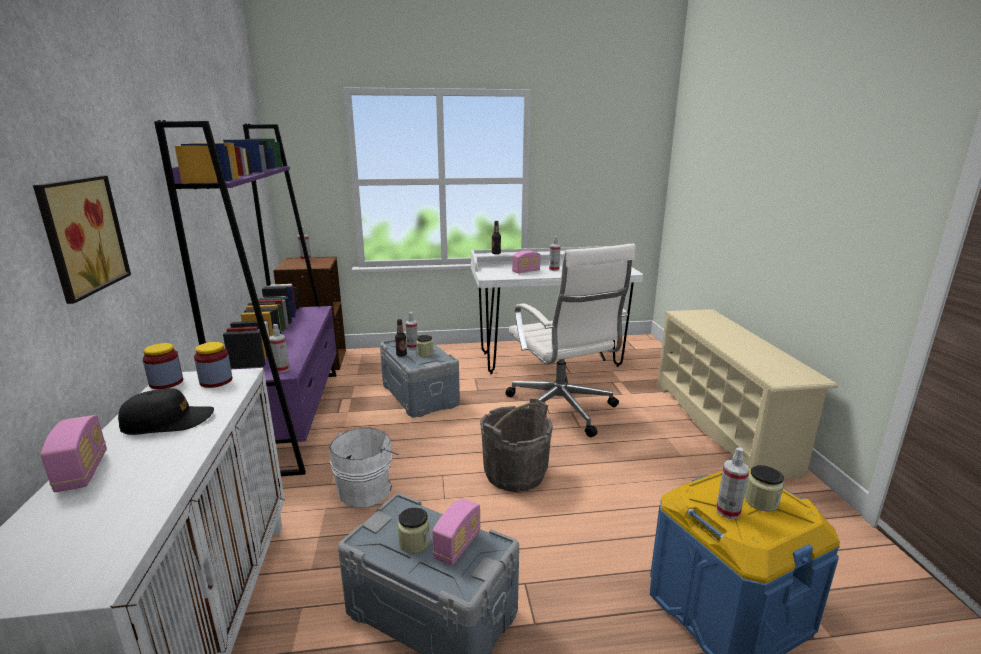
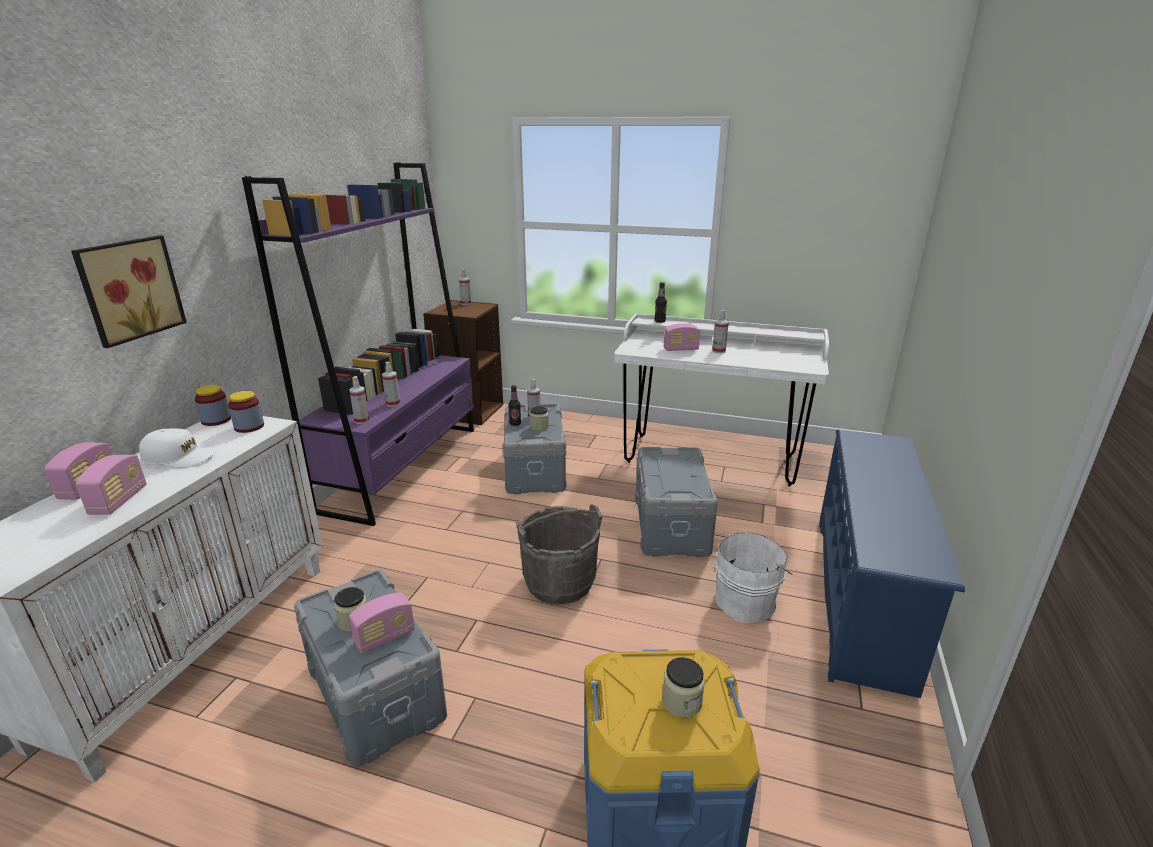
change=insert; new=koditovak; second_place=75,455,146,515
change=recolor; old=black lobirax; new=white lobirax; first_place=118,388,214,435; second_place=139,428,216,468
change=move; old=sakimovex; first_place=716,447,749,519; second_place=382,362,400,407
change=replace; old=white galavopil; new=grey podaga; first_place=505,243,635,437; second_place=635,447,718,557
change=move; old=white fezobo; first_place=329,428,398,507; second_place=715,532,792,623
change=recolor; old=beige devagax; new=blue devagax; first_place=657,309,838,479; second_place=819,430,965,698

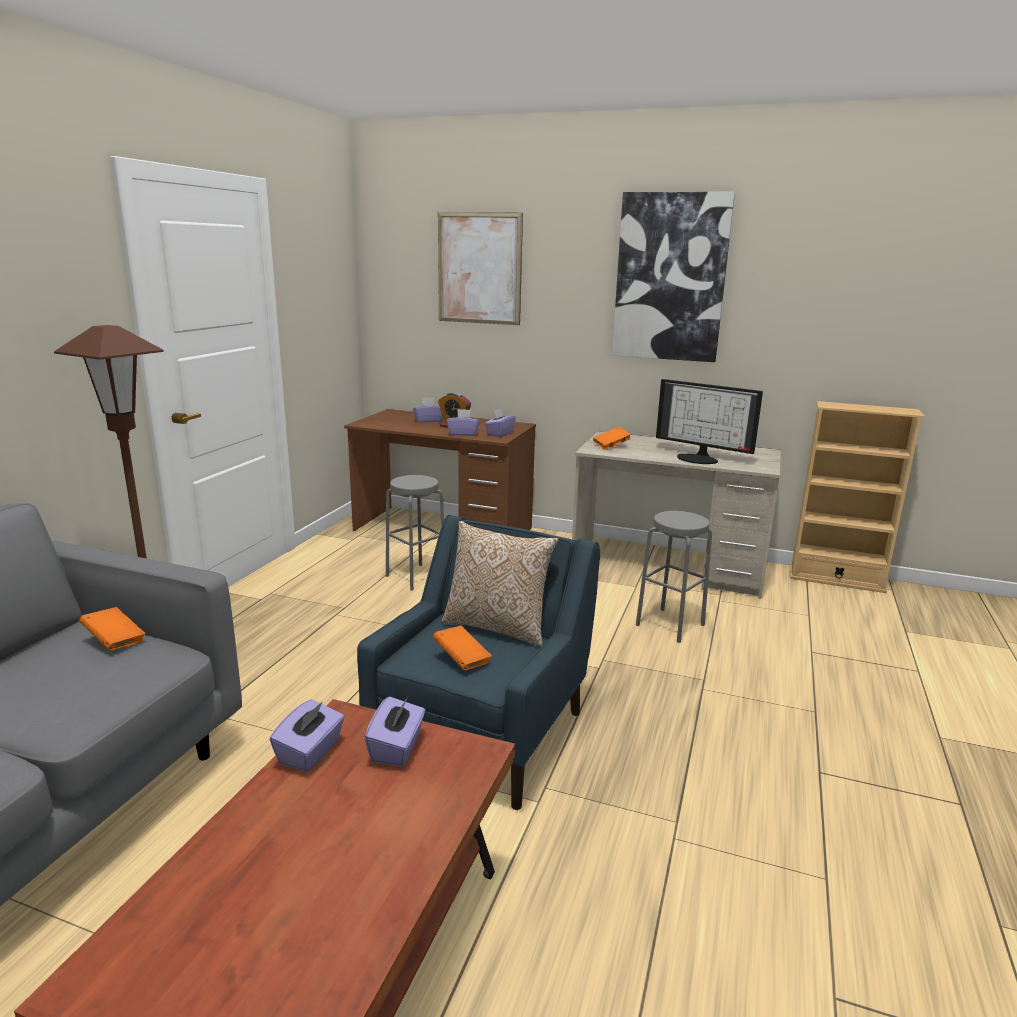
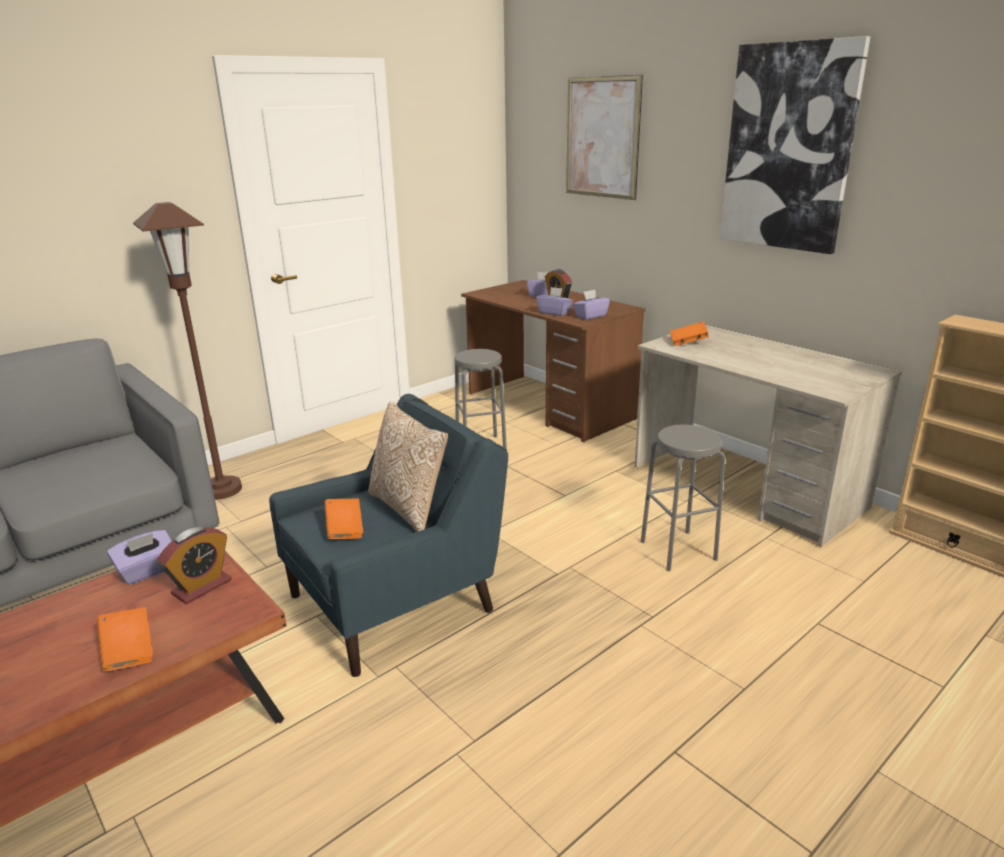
change=move; old=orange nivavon; first_place=79,607,145,650; second_place=97,607,153,671
change=replace; old=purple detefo; new=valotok; first_place=365,696,425,766; second_place=157,527,232,604
change=delete; old=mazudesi; first_place=656,379,763,464

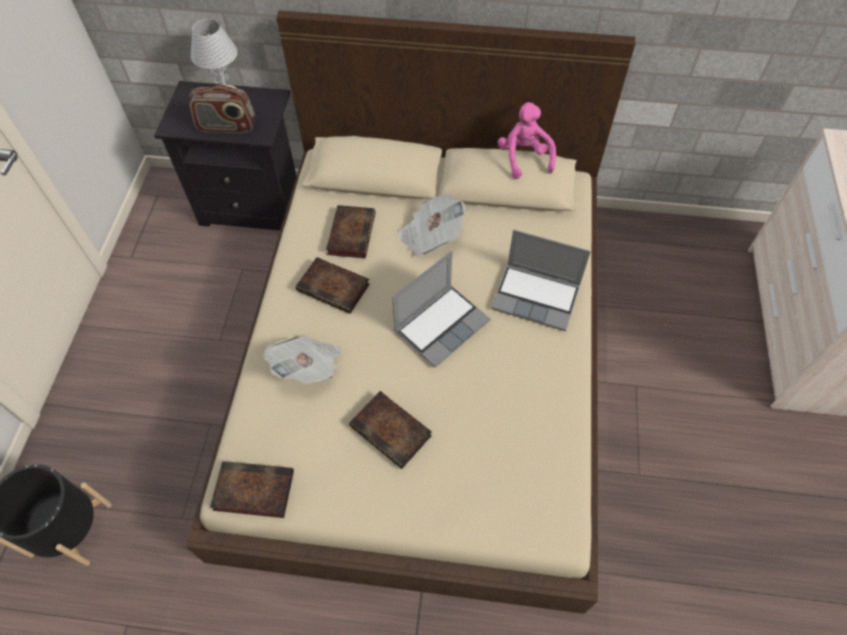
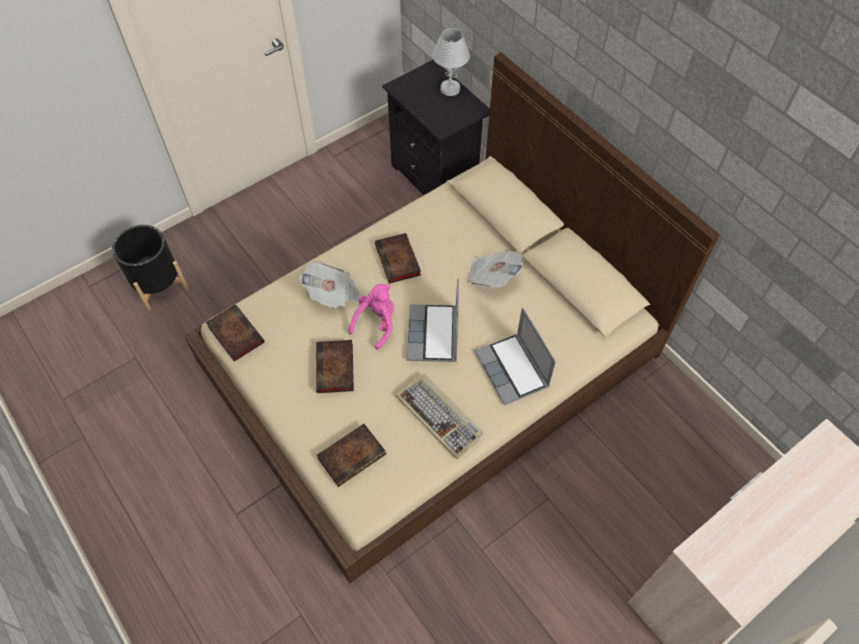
change=move; old=nivavon; first_place=326,205,376,258; second_place=317,424,386,487
change=move; old=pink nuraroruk; first_place=498,102,556,179; second_place=348,284,394,350
change=insert; new=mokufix; second_place=395,374,483,459
change=rotate; old=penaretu; first_place=392,251,491,367; second_place=407,279,459,362; degrees=90
change=delete; old=koditovak; first_place=189,85,255,133

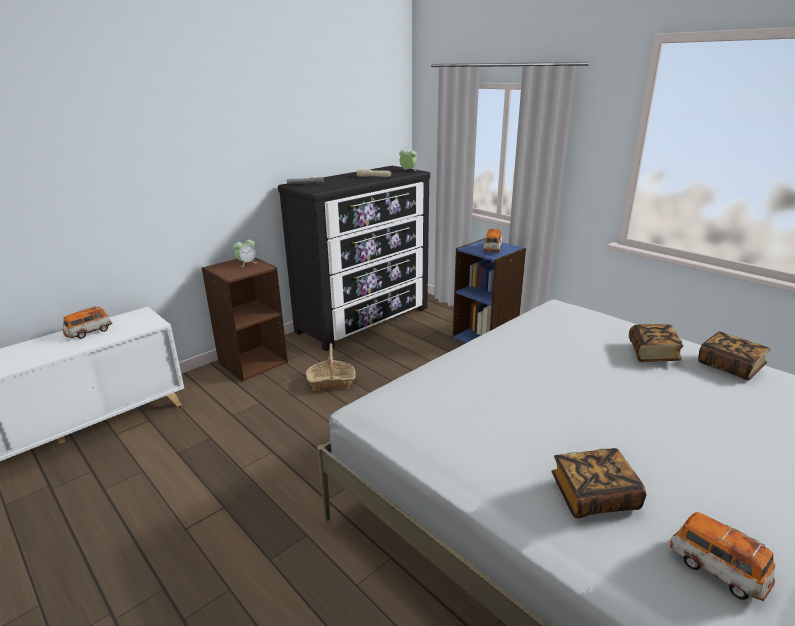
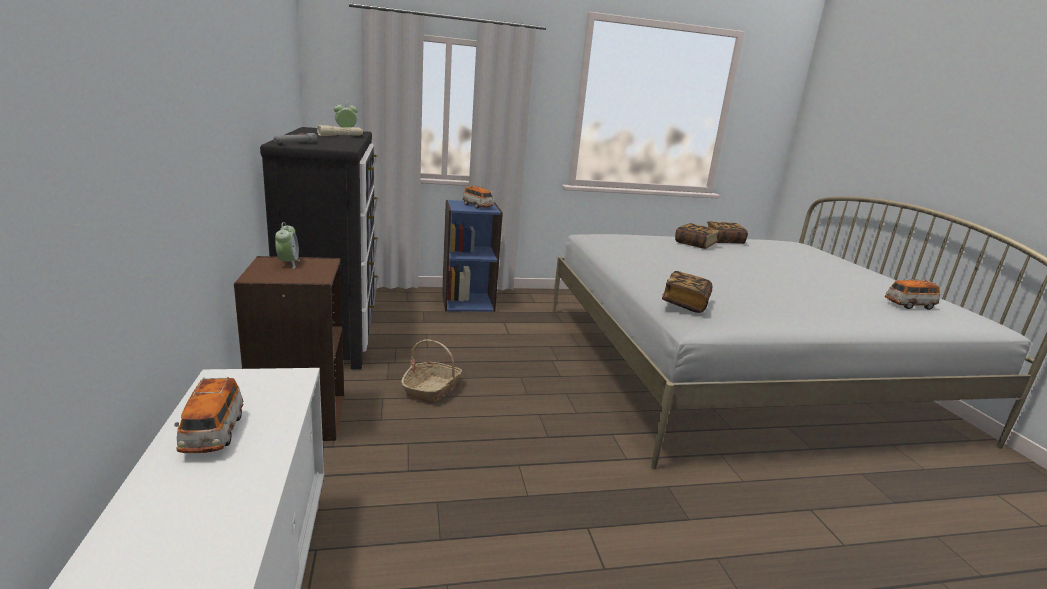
change=move; old=nivavon; first_place=552,448,646,518; second_place=662,271,712,313

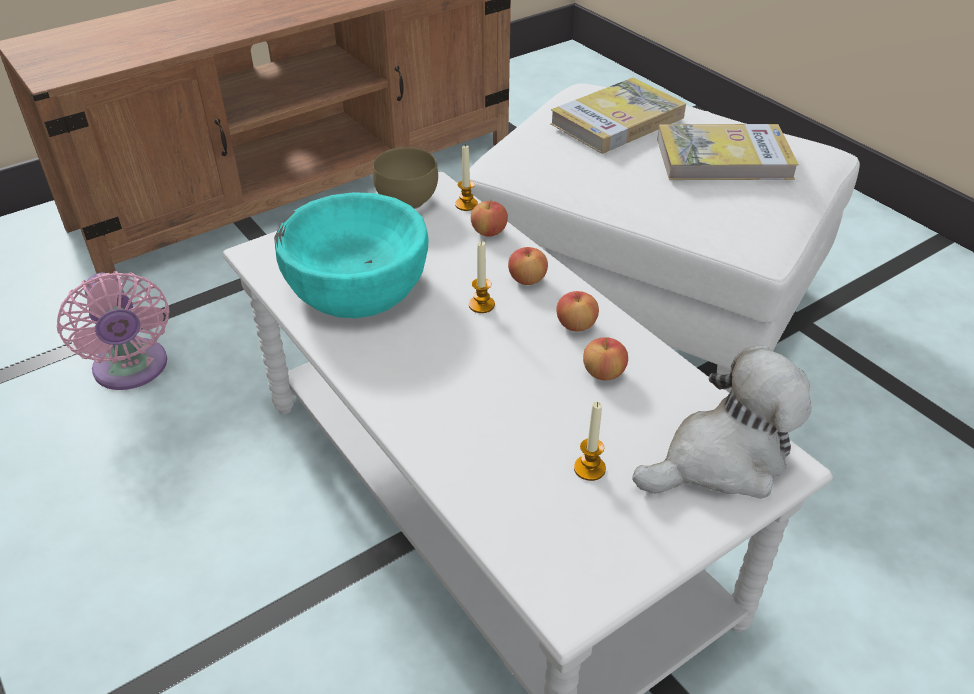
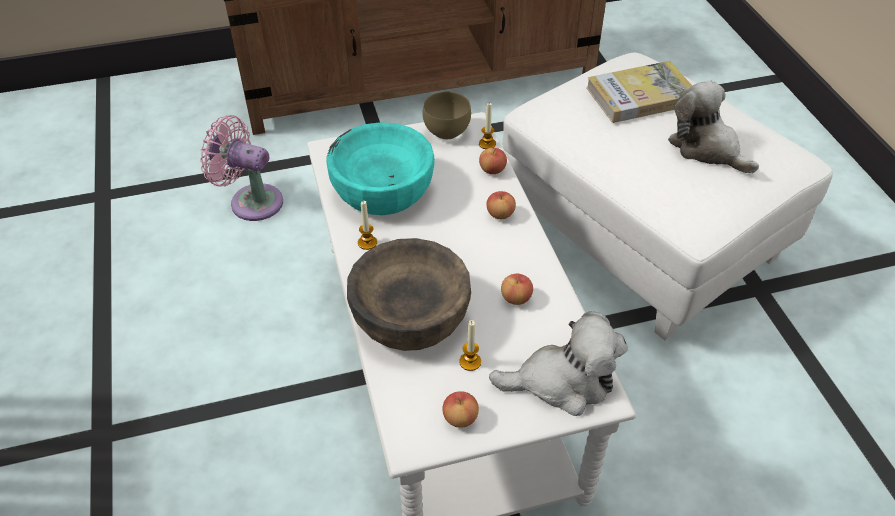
change=rotate; old=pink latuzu; first_place=57,271,169,390; second_place=200,115,283,221; degrees=120
change=insert; new=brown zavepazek; second_place=347,238,471,351
change=move; old=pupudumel; first_place=469,241,495,313; second_place=358,201,377,250
change=move; old=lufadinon; first_place=556,291,599,332; second_place=443,391,479,428
change=replace; old=nivavon; new=nuraroruk; first_place=657,124,799,180; second_place=668,80,759,173

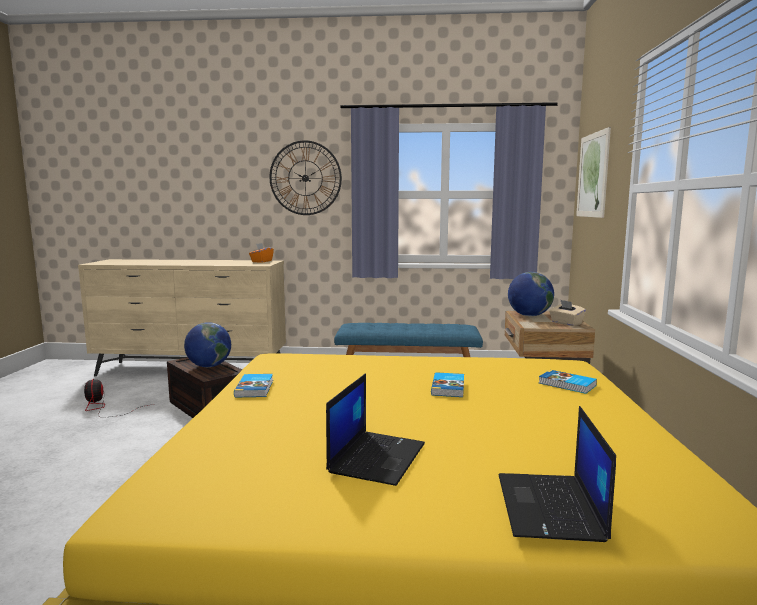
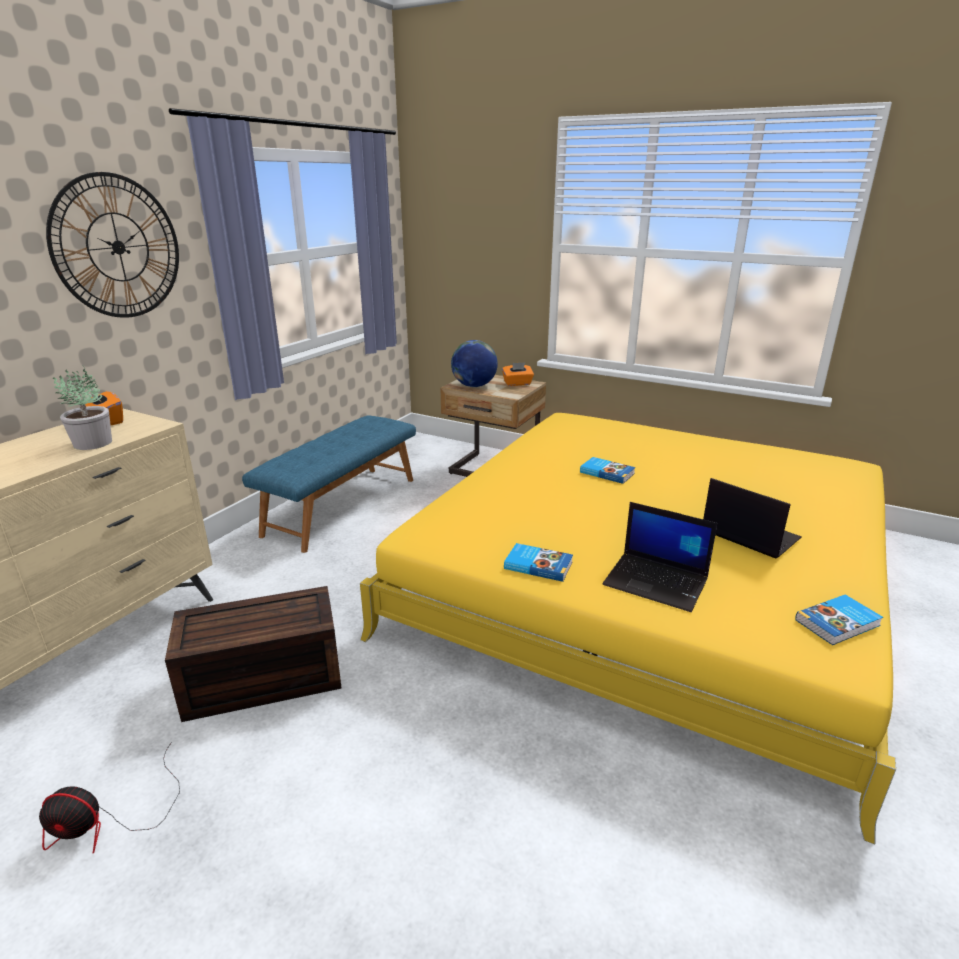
change=insert; new=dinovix; second_place=53,366,112,450
change=recolor; old=beige detefo; new=orange detefo; first_place=549,300,586,326; second_place=502,363,534,386
change=move; old=penaretu; first_place=499,406,616,542; second_place=602,502,717,612
change=move; old=nivavon; first_place=539,370,597,394; second_place=795,594,883,645
change=delete; old=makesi; first_place=184,322,231,367
change=delete; old=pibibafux; first_place=576,127,611,218

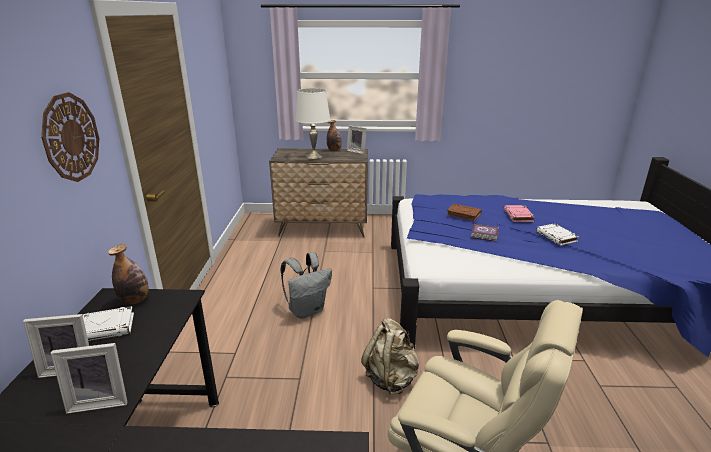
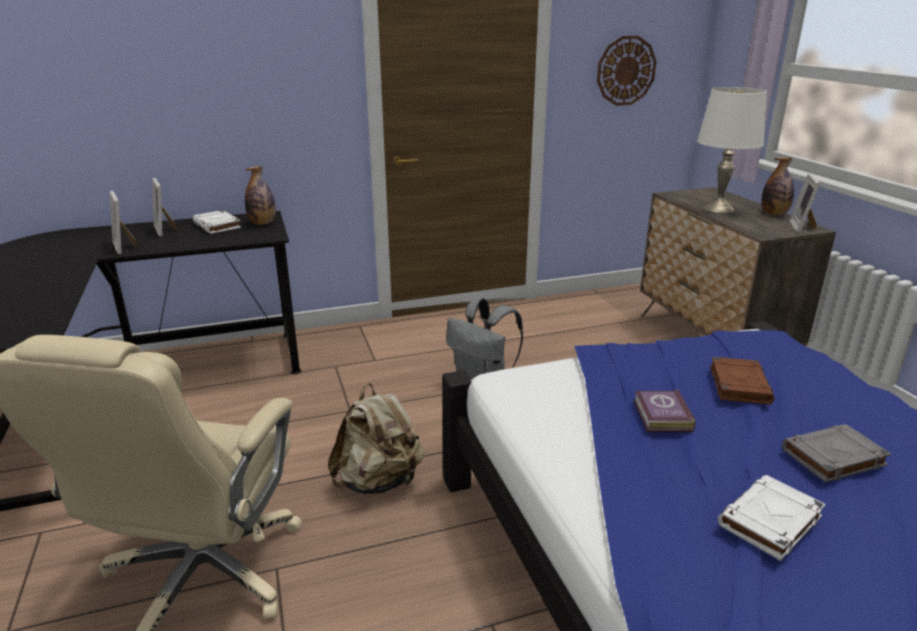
change=move; old=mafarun; first_place=41,92,99,182; second_place=597,36,657,106
change=recolor; old=pink nivavon; new=grey nivavon; first_place=504,205,535,222; second_place=782,424,891,482

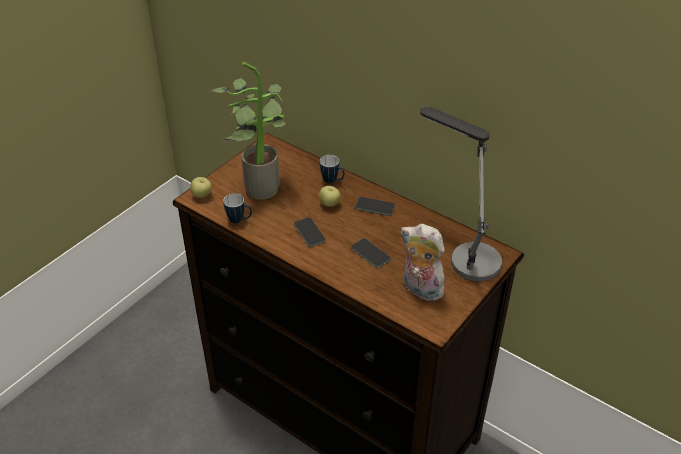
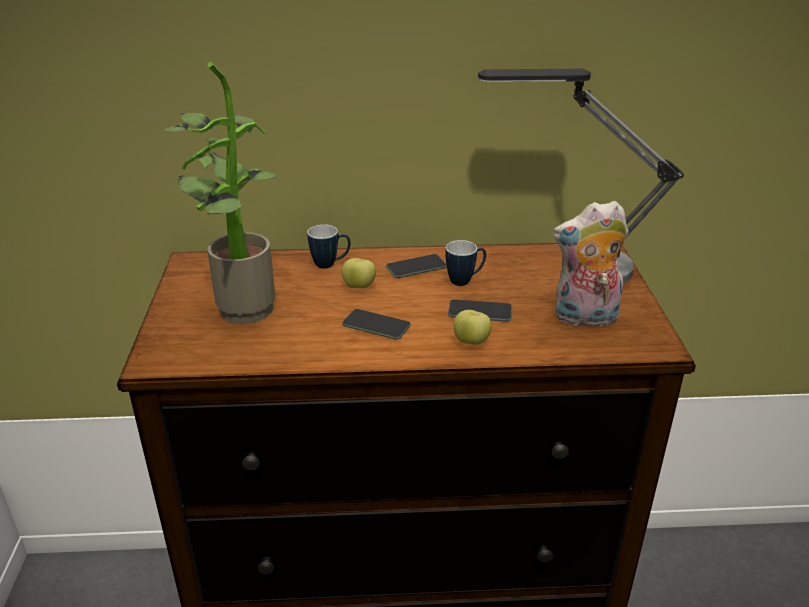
change=move; old=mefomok; first_place=223,193,252,223; second_place=445,240,486,286
change=move; old=lufadinon; first_place=190,177,212,198; second_place=454,310,492,345

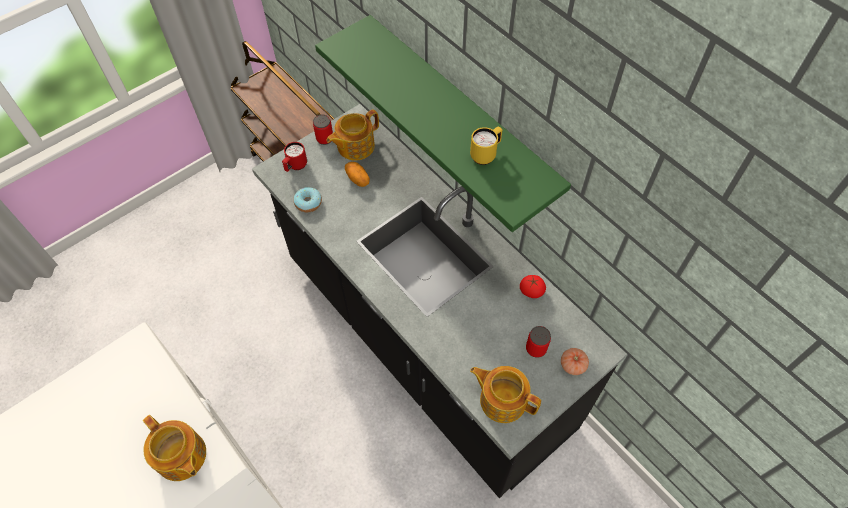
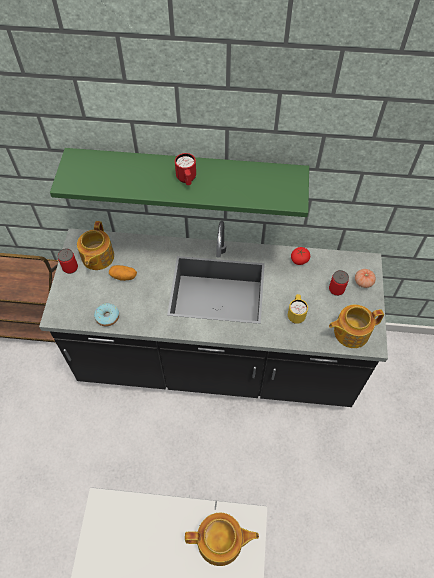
change=move; old=red mefomok; first_place=282,142,307,172; second_place=175,153,196,185
change=move; old=yellow mefomok; first_place=470,127,502,165; second_place=288,294,308,324

